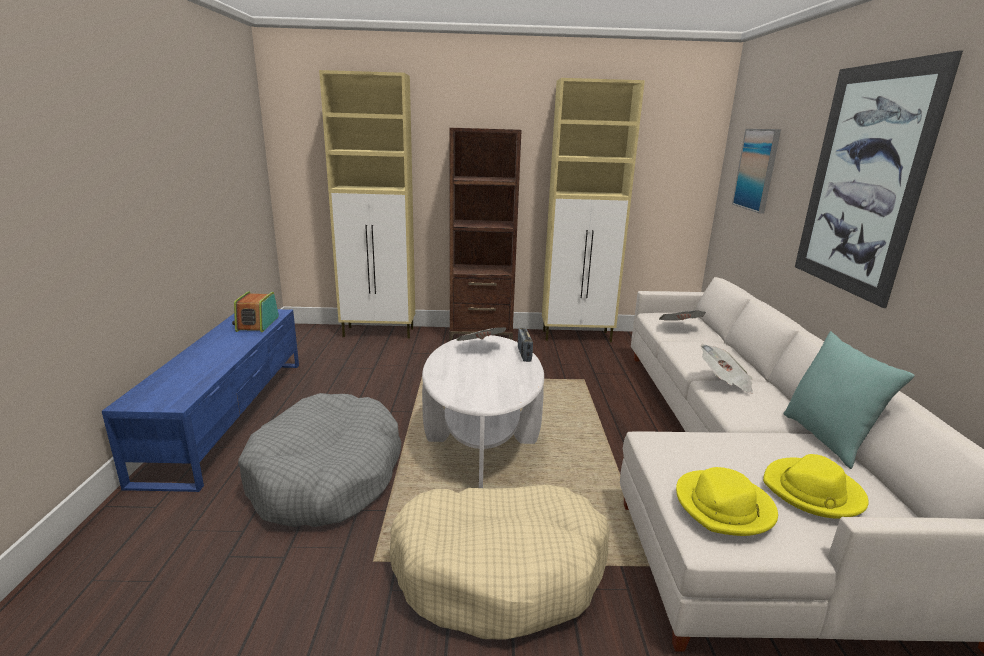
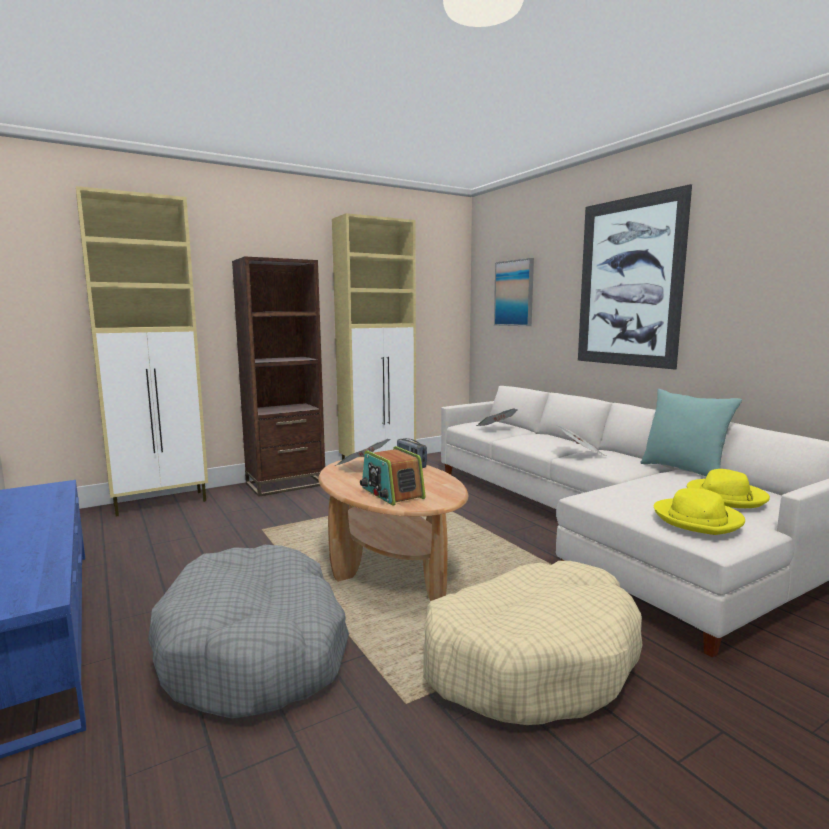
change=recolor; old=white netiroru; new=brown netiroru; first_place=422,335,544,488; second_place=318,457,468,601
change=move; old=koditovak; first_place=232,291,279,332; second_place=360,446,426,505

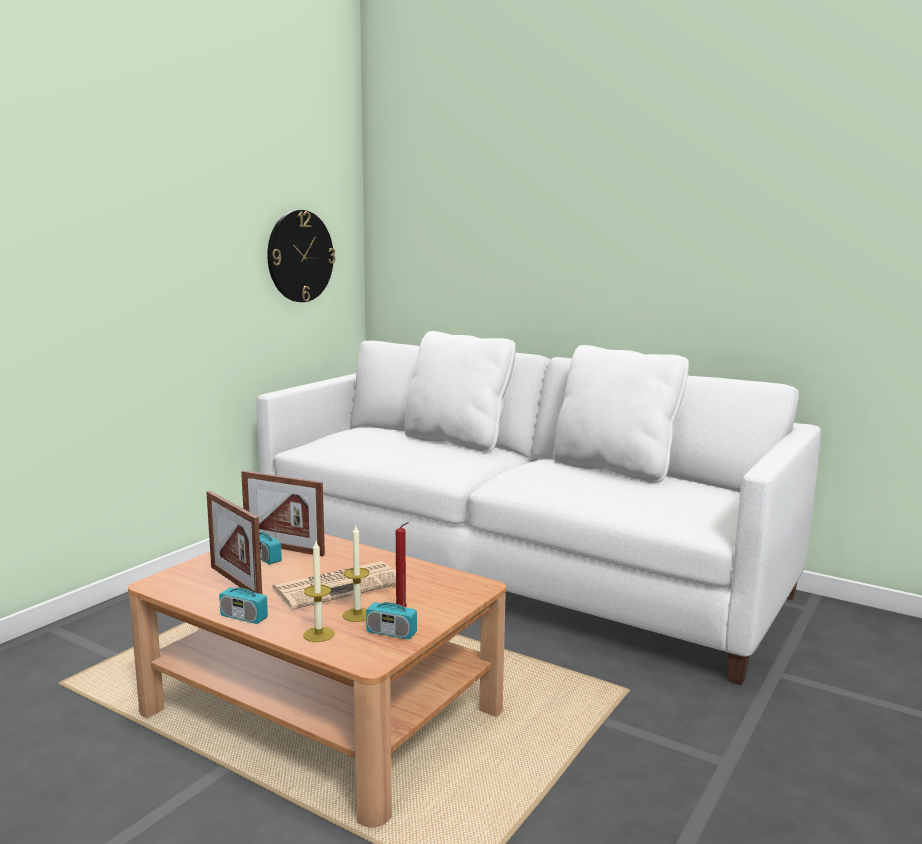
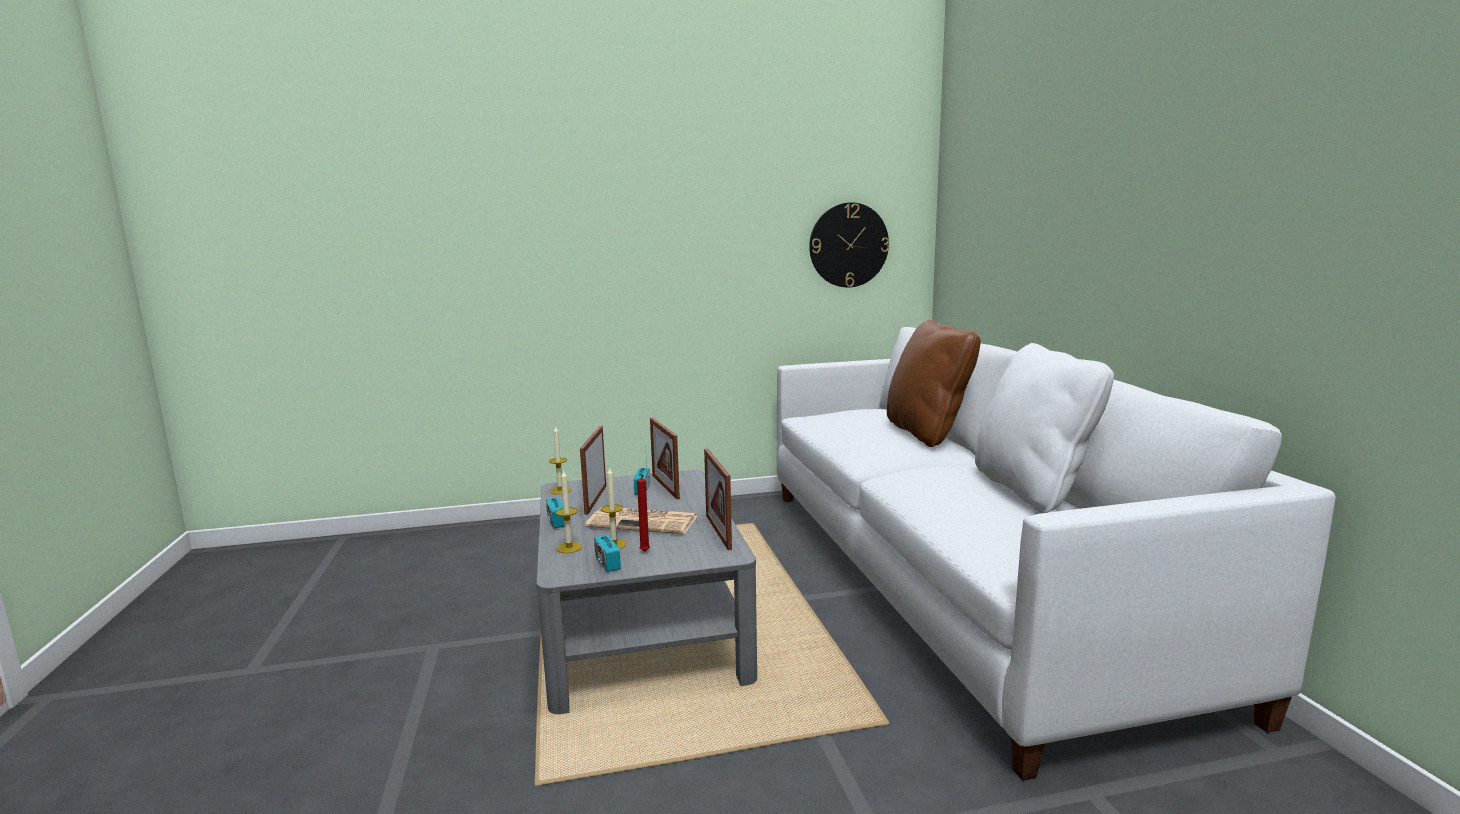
change=recolor; old=brown netiroru; new=grey netiroru; first_place=128,534,506,828; second_place=536,470,757,714
change=insert; new=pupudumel; second_place=549,426,571,495
change=insert; new=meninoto; second_place=704,449,732,550
change=recolor; old=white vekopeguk; new=brown vekopeguk; first_place=405,331,516,452; second_place=887,320,981,447

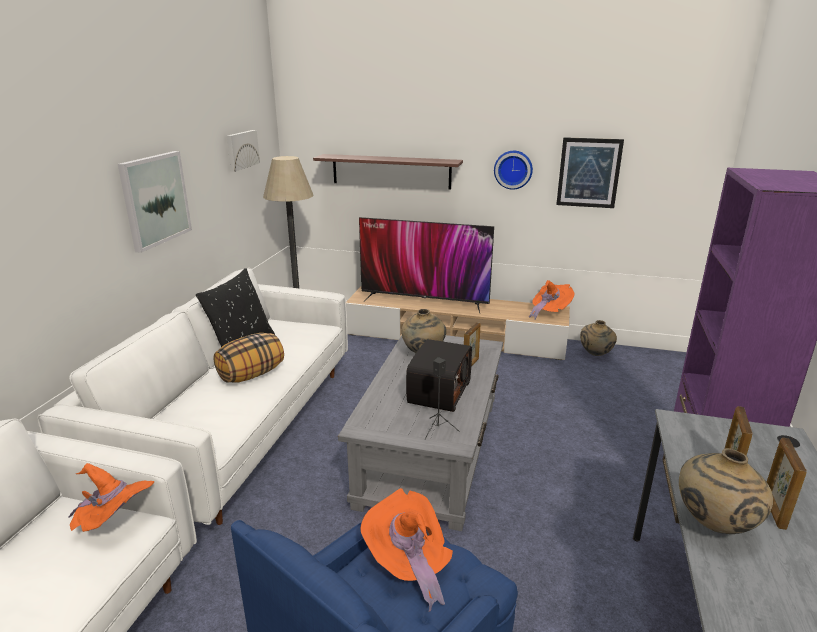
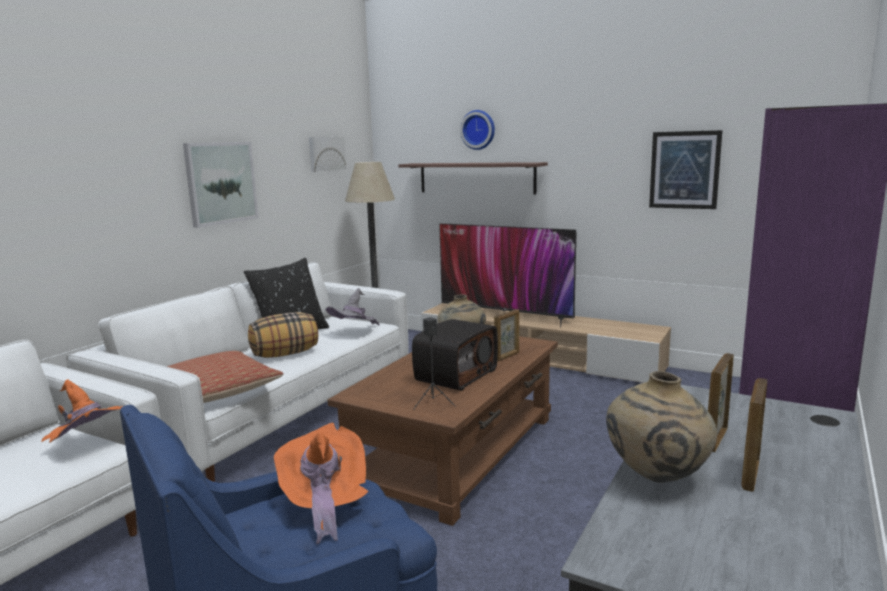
change=insert; new=vekopeguk; second_place=167,351,284,403
change=insert; new=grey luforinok; second_place=325,288,380,326
change=recolor; old=grey netiroru; new=brown netiroru; first_place=338,335,503,531; second_place=327,336,558,526
change=move; old=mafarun; first_place=494,151,533,190; second_place=460,110,495,150
change=delete; old=orange luforinok; first_place=529,280,574,320
change=delete; old=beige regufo; first_place=580,320,617,356

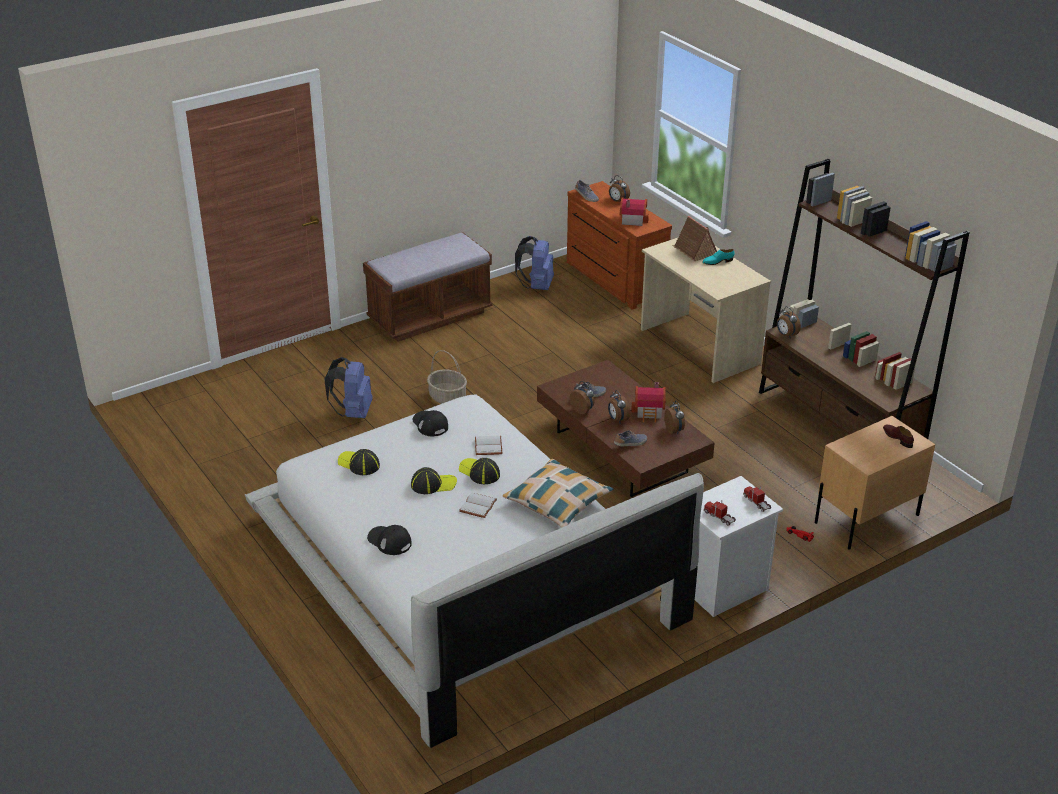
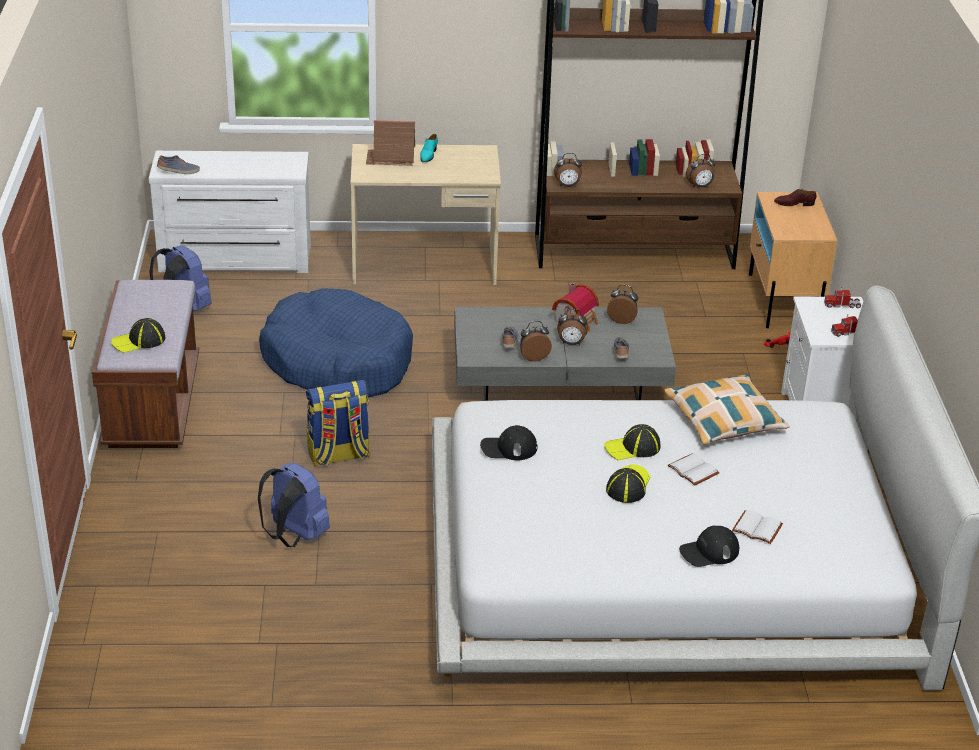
change=move; old=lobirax; first_place=338,449,380,475; second_place=111,318,165,353
change=recolor; old=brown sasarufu; new=white sasarufu; first_place=567,181,672,310; second_place=149,151,311,273
change=insert; new=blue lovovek; second_place=259,288,413,397
change=replace; old=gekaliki; new=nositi; first_place=427,350,467,404; second_place=306,380,370,467
change=recolor; old=brown netiroru; new=grey netiroru; first_place=537,360,715,497; second_place=454,306,676,401
change=move; old=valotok; first_place=609,175,630,202; second_place=686,154,715,188
change=move; old=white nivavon; first_place=475,436,502,455; second_place=732,510,783,544
change=delete; old=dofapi; first_place=620,197,649,226

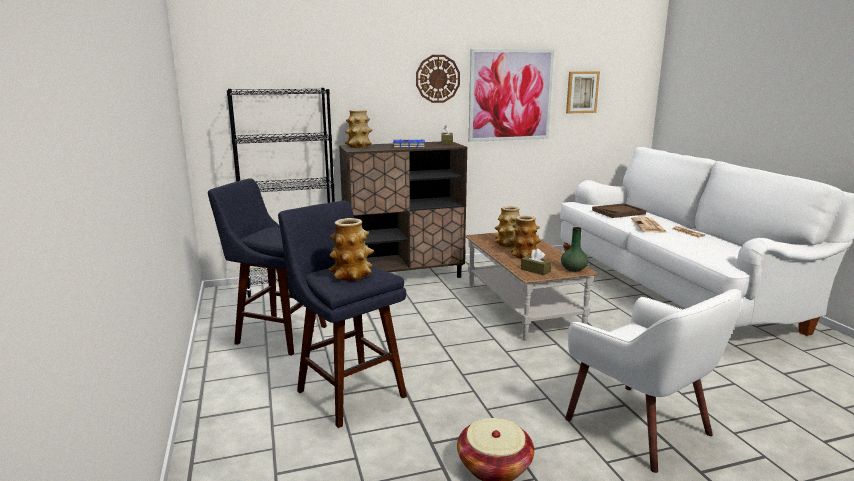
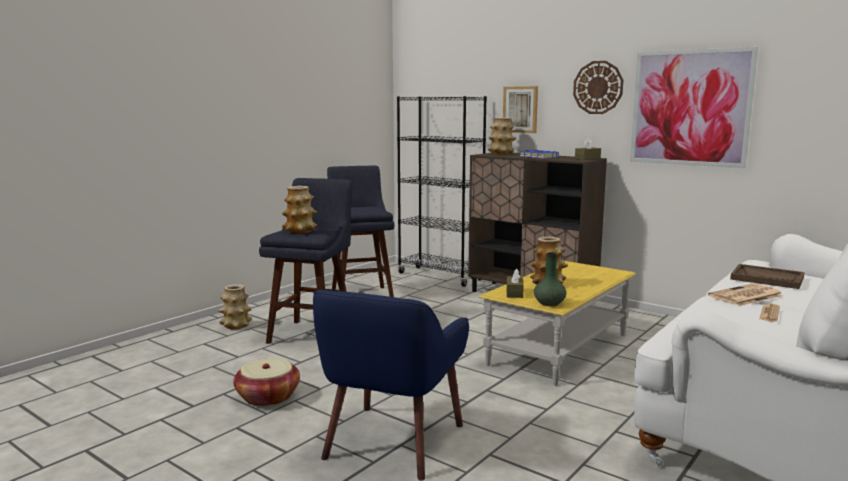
change=move; old=regufo; first_place=495,206,520,247; second_place=218,284,252,330
change=recolor; old=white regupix; new=blue regupix; first_place=565,289,742,473; second_place=313,290,469,480
change=recolor; old=brown netiroru; new=yellow netiroru; first_place=465,232,599,341; second_place=479,260,636,386
change=move; old=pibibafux; first_place=566,72,600,114; second_place=503,86,538,133

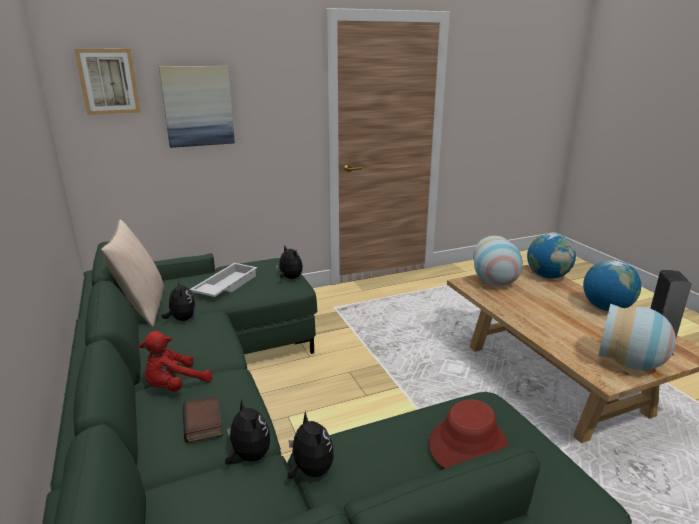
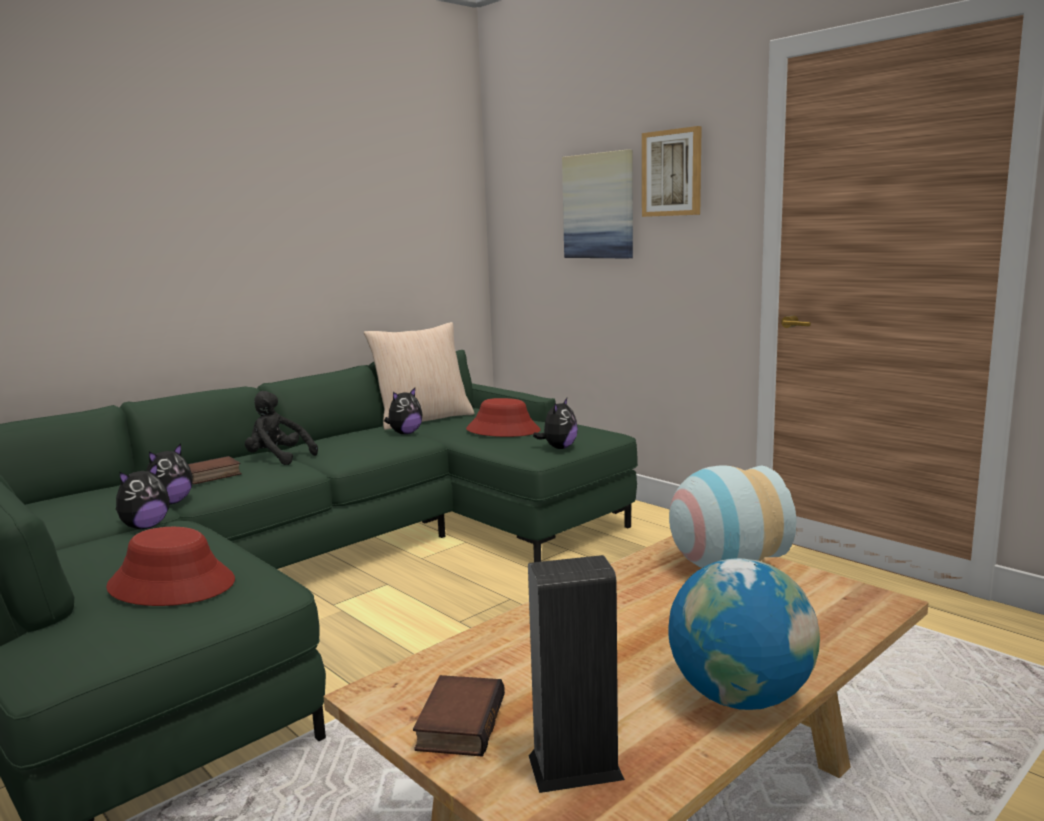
change=recolor; old=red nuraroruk; new=black nuraroruk; first_place=139,331,212,392; second_place=245,391,318,465
change=replace; old=regufo; new=nivavon; first_place=598,304,676,370; second_place=413,675,505,757
change=replace; old=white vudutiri; new=red luforinok; first_place=190,263,257,297; second_place=466,398,540,437
change=move; old=pibibafux; first_place=74,49,140,115; second_place=642,126,702,217
change=delete; old=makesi; first_place=527,233,576,279

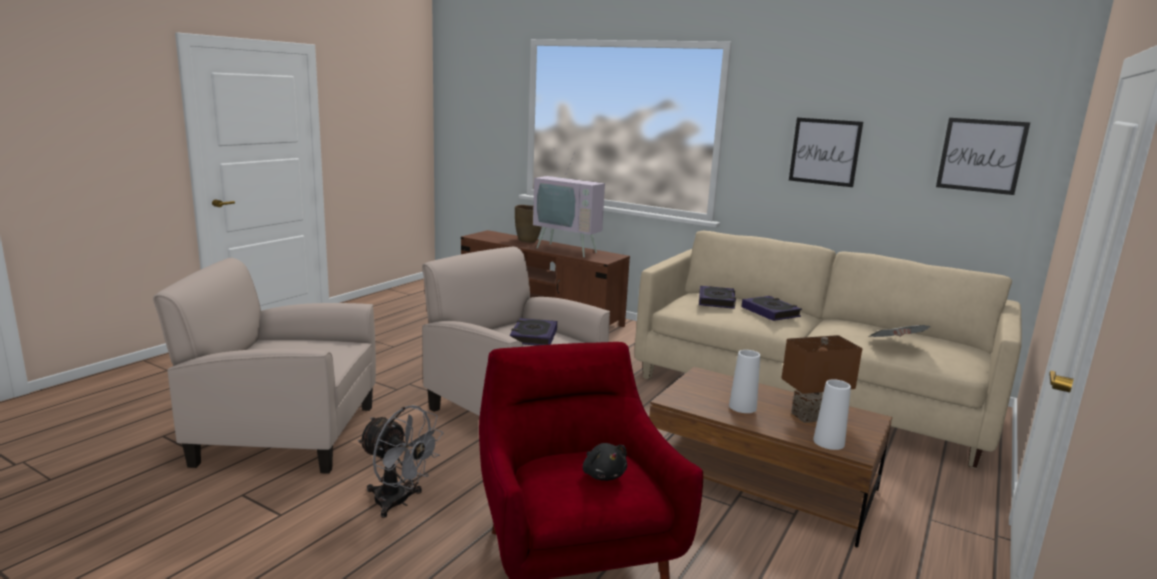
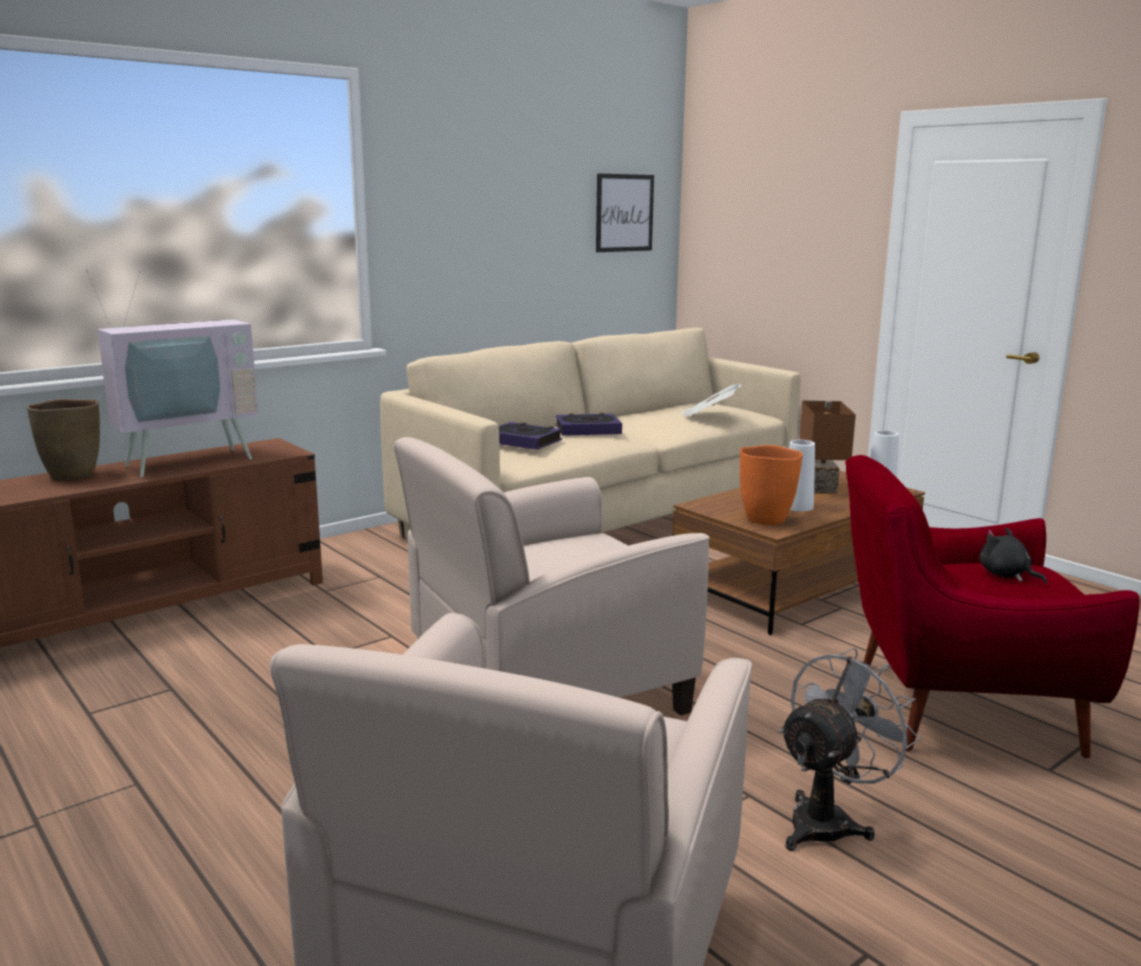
change=insert; new=orange regufo; second_place=740,445,803,525
change=rotate; old=black nuraroruk; first_place=583,443,627,481; second_place=980,527,1047,584; degrees=-120
change=delete; old=nivavon; first_place=510,318,557,346
change=delete; old=pibibafux; first_place=789,117,863,187

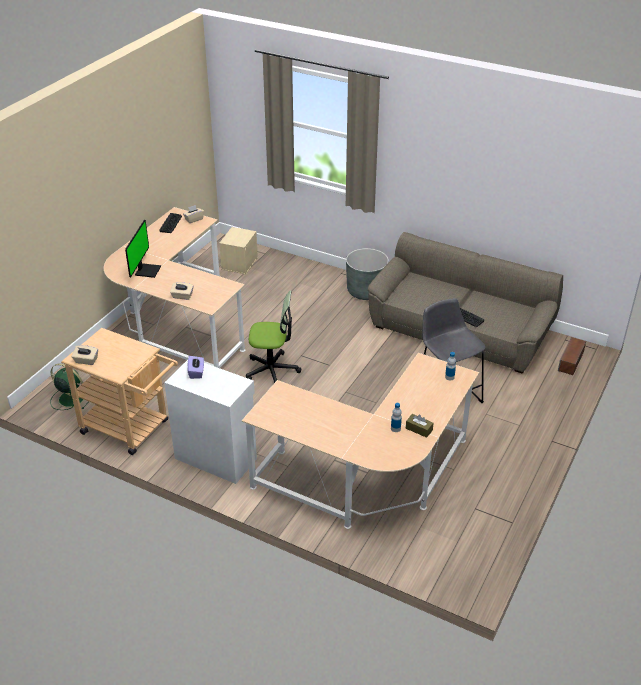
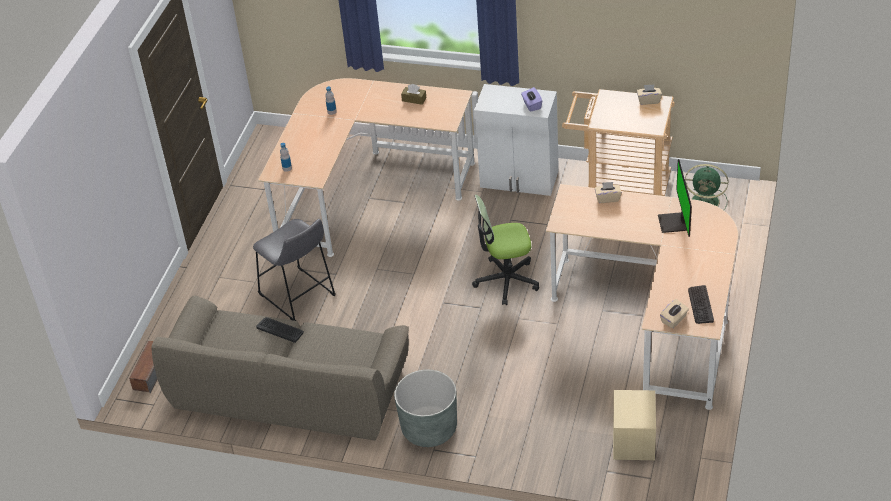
change=move; old=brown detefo; first_place=406,414,434,438; second_place=401,84,426,105

